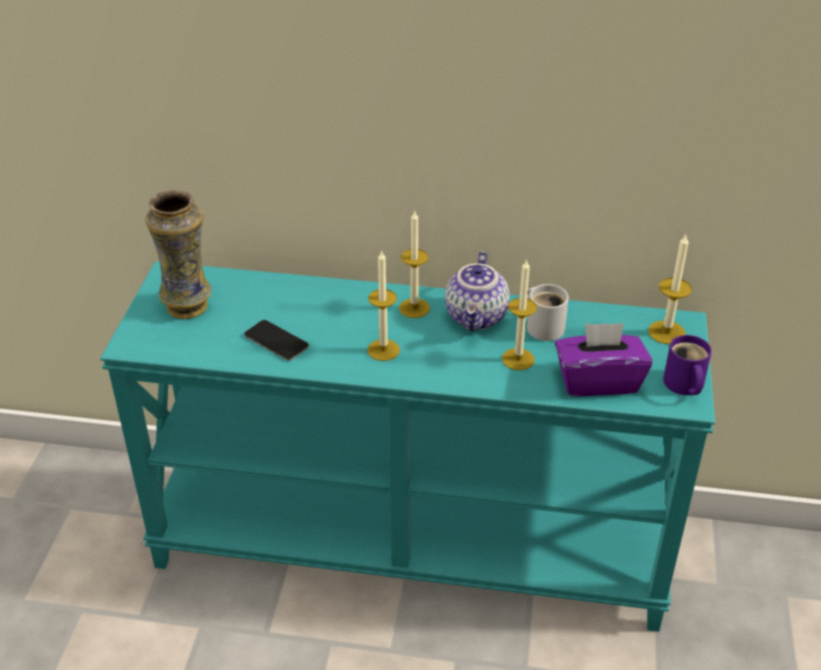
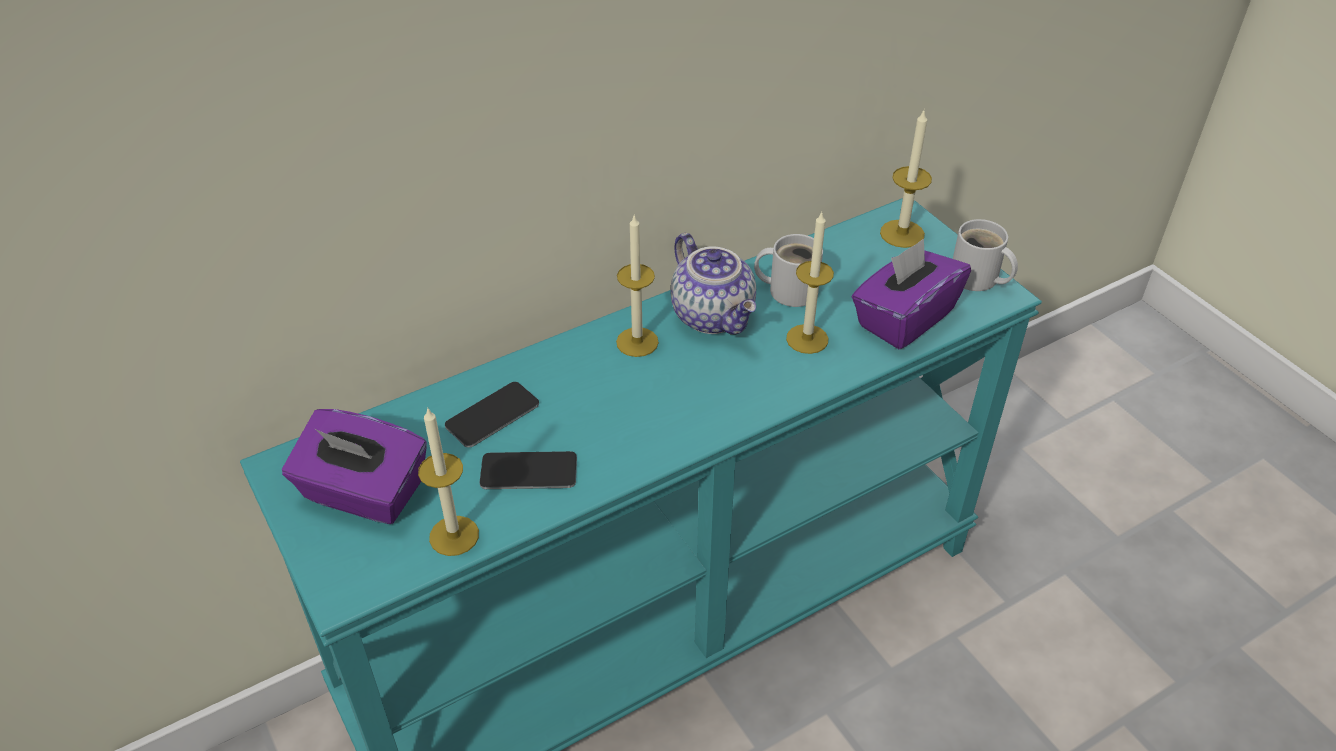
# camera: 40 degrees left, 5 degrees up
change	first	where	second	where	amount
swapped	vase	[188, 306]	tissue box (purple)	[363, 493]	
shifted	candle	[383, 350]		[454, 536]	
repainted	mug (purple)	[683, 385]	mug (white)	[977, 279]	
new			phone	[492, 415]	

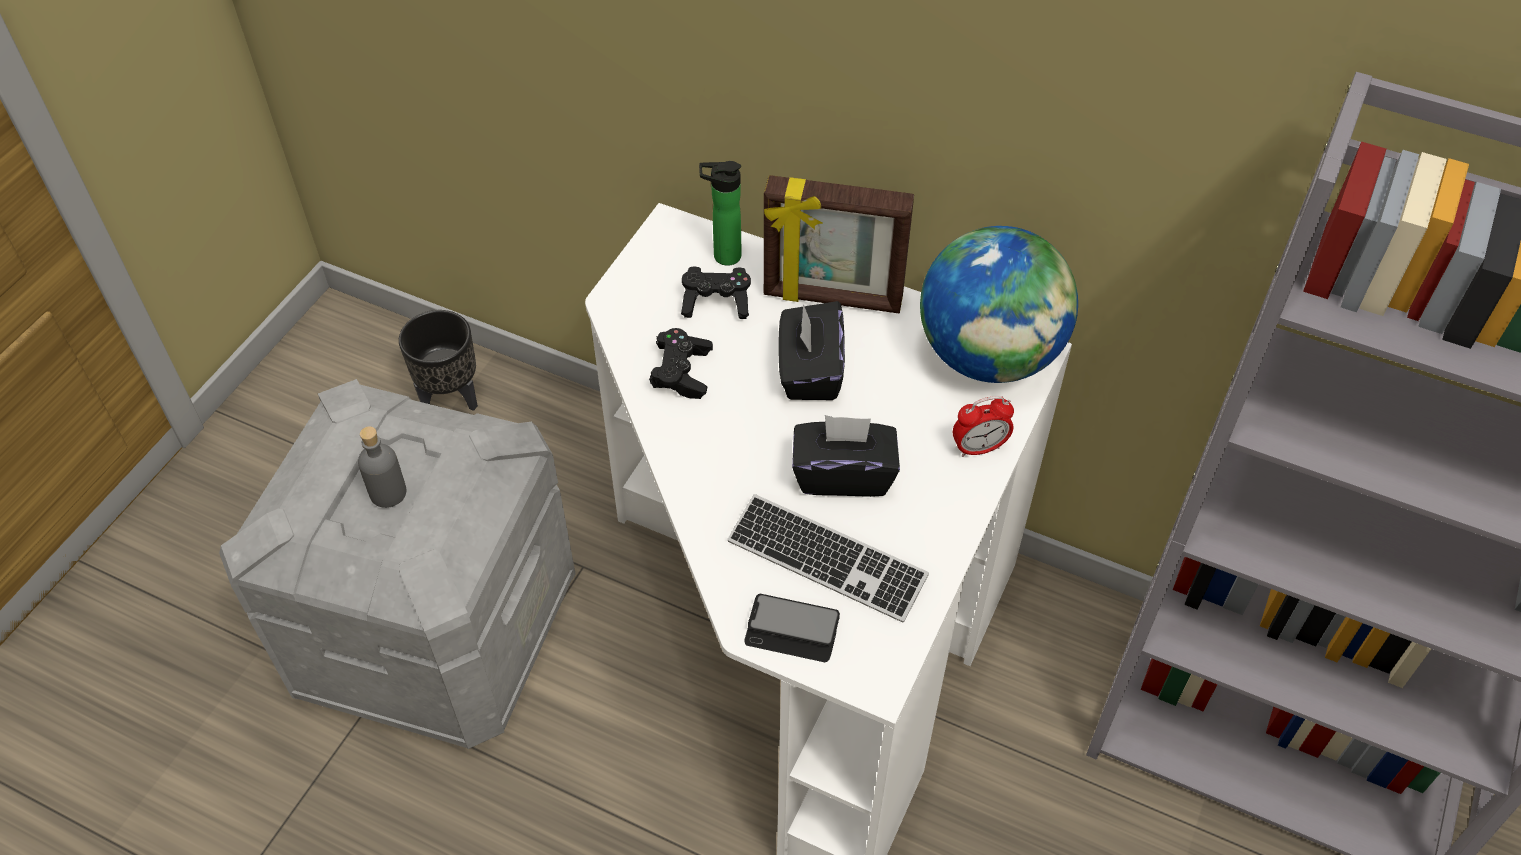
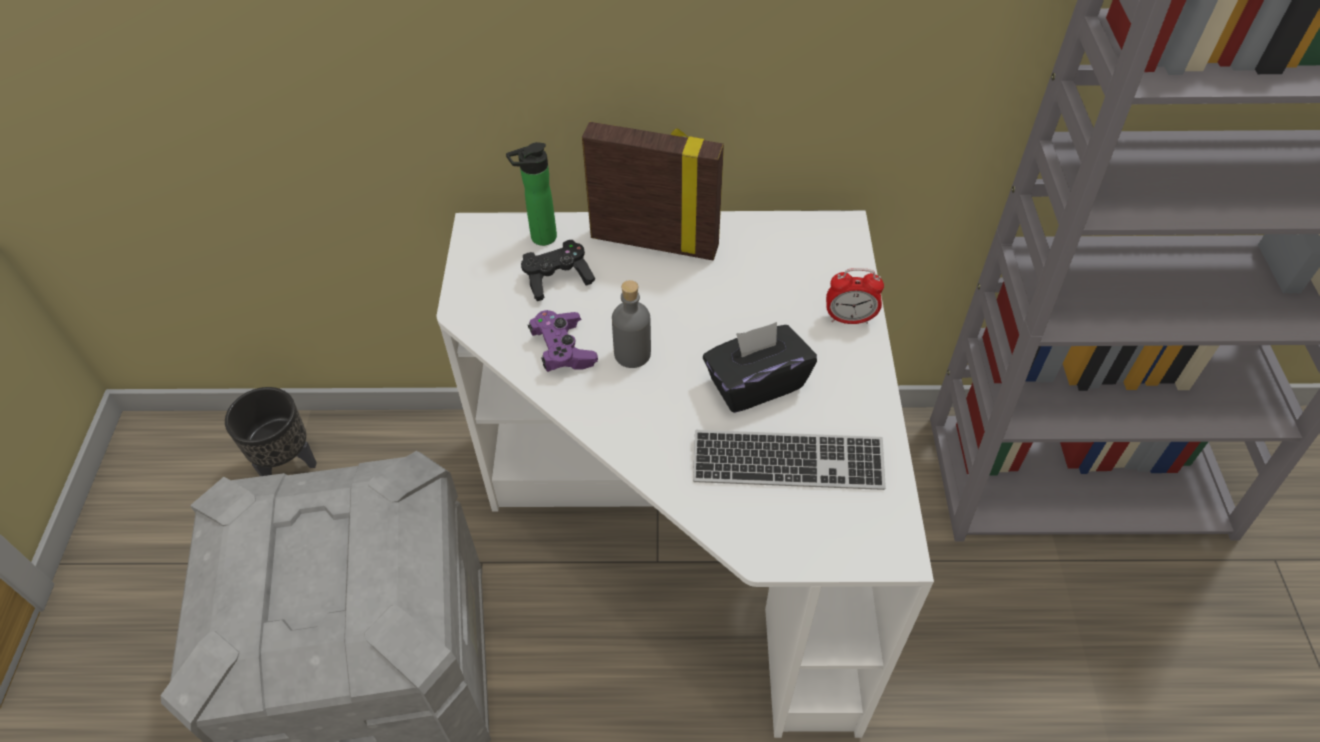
# camera: 25 degrees left, 0 degrees up
change	first	where	second	where	amount
rotated	picture frame	[832, 298]		[655, 241]	150 degrees counterclockwise
gone	globe	[989, 356]			
gone	tissue box (black)	[810, 371]			
repainted	game controller (black)	[682, 373]	game controller (purple)	[563, 350]	
rotated	alarm clock	[979, 448]		[849, 319]	45 degrees clockwise
shifted	bottle (grey)	[388, 493]		[632, 354]	
gone	phone	[792, 629]			

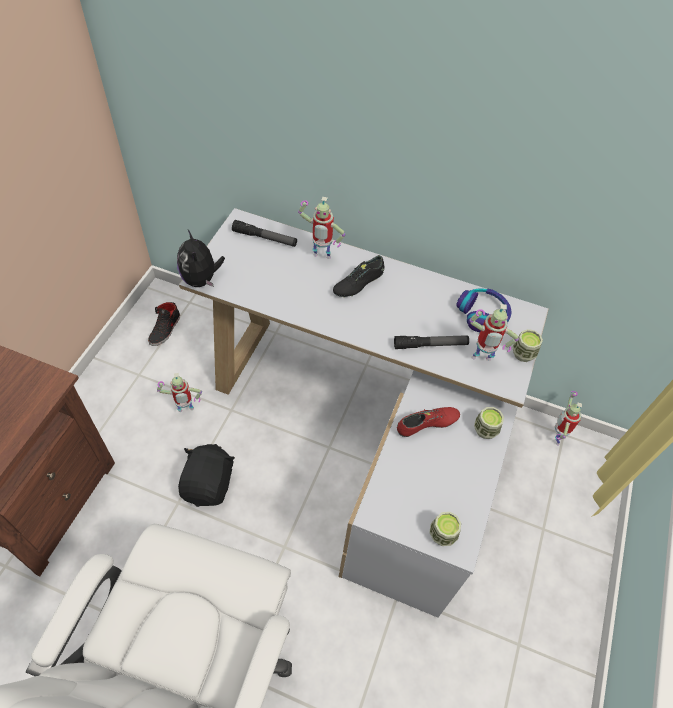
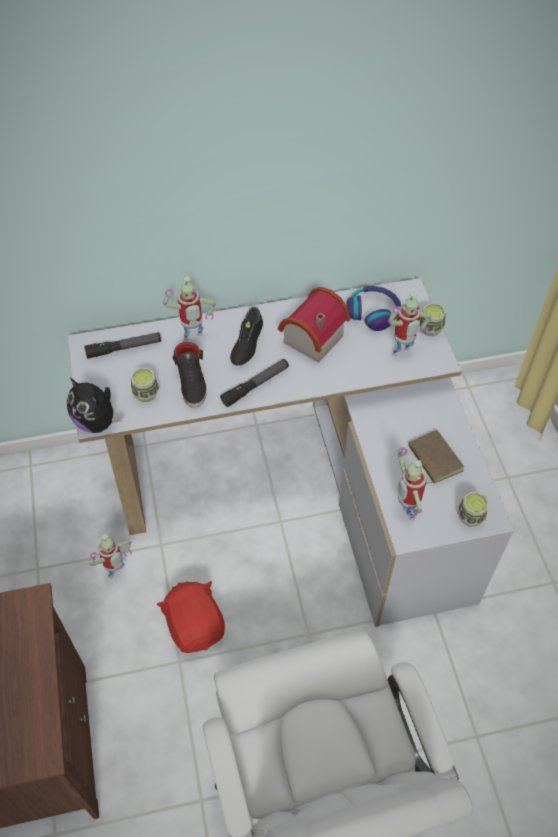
# camera: 30 degrees left, 0 degrees up
change	first	where	second	where	amount
shifted	shoe (black)	[165, 329]		[192, 382]	
shifted	flashlight	[430, 345]		[255, 385]	
shifted	toy robot	[555, 437]		[405, 512]	
gone	shoe (red)	[427, 425]			
shifted	cup	[485, 430]		[146, 393]	
repainted	plush toy (black)	[209, 484]	plush toy (red)	[195, 625]	
new			toy house	[309, 338]	
new			book (brown)	[433, 459]	

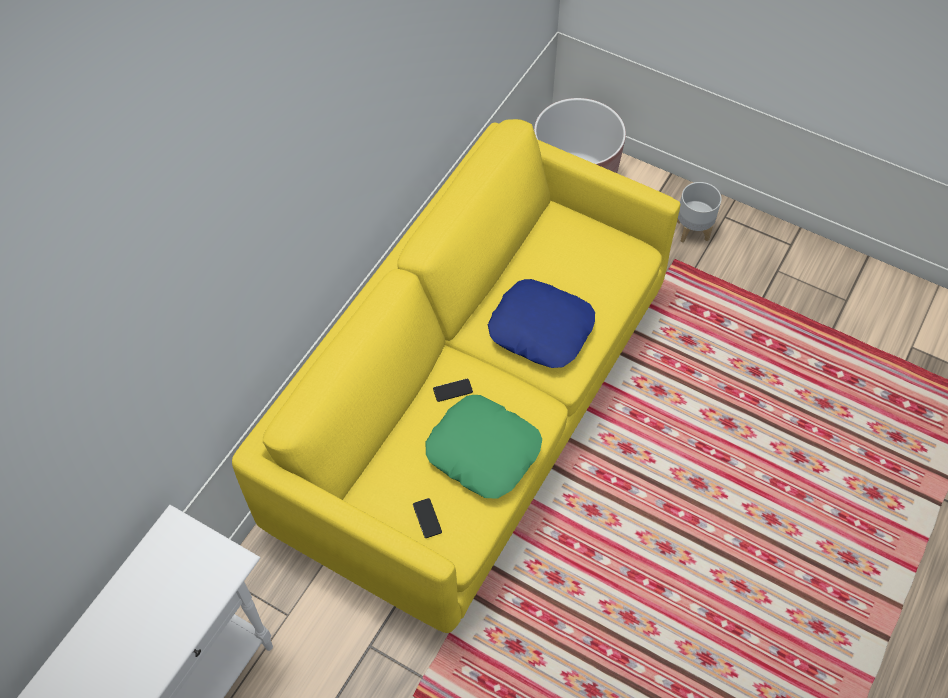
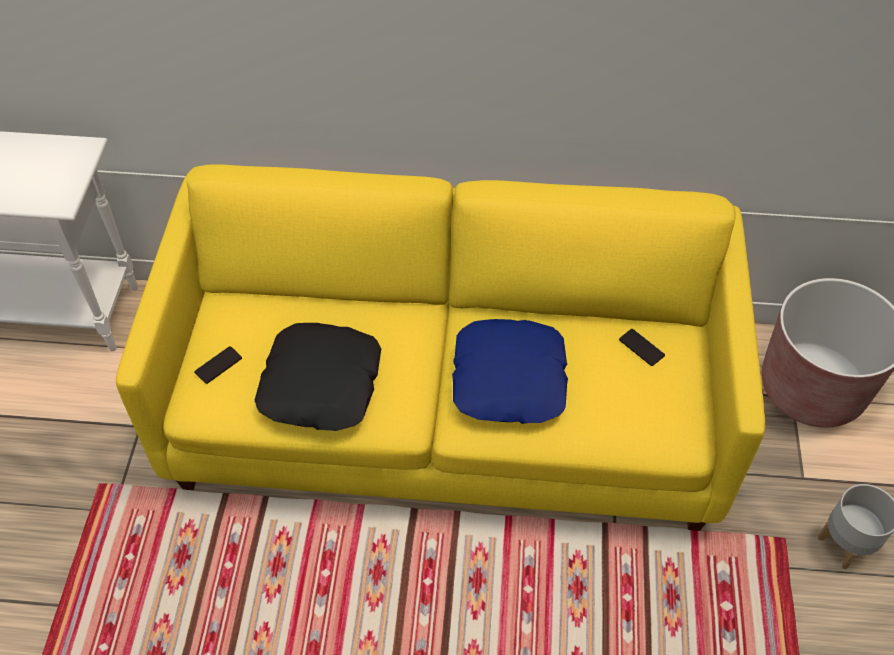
# camera: 65 degrees right, 5 degrees down
change	first	where	second	where	amount
shifted	phone	[453, 390]		[641, 347]	
repainted	pillow (green)	[484, 451]	pillow (black)	[322, 384]	

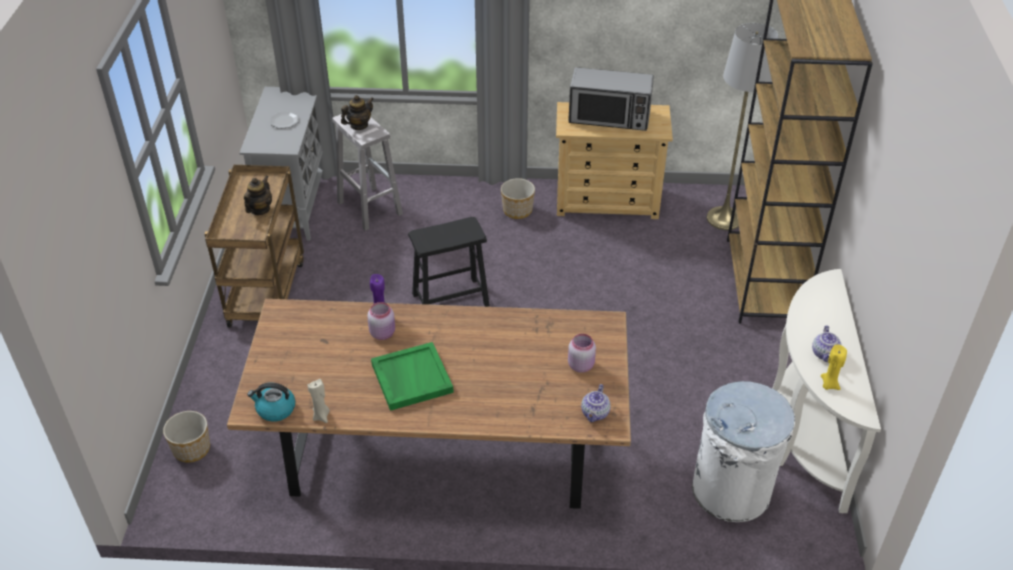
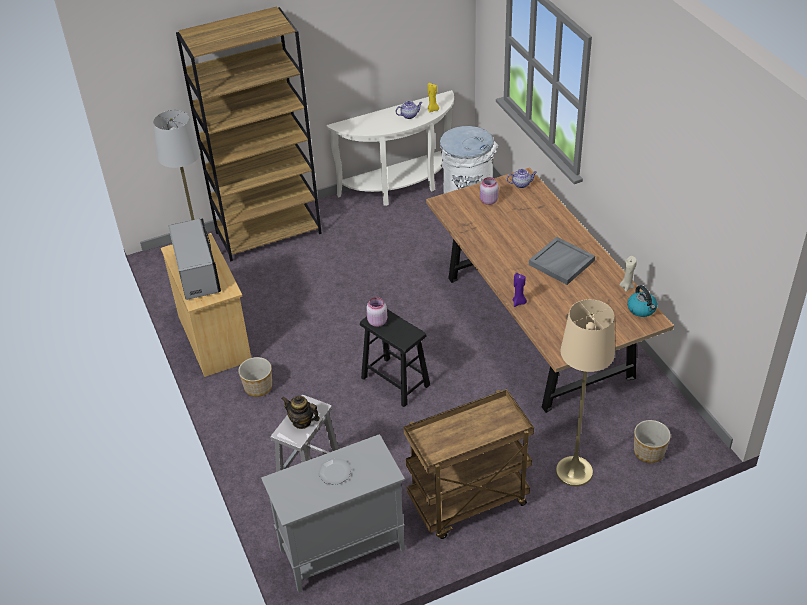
# camera: 115 degrees left, 0 degrees up
change	first	where	second	where	amount
gone	teapot	[260, 209]			
shifted	jar (pink)	[383, 333]		[377, 321]	
repainted	tray (green)	[411, 378]	tray (grey)	[561, 263]	
new			floor lamp (beige)	[574, 471]	

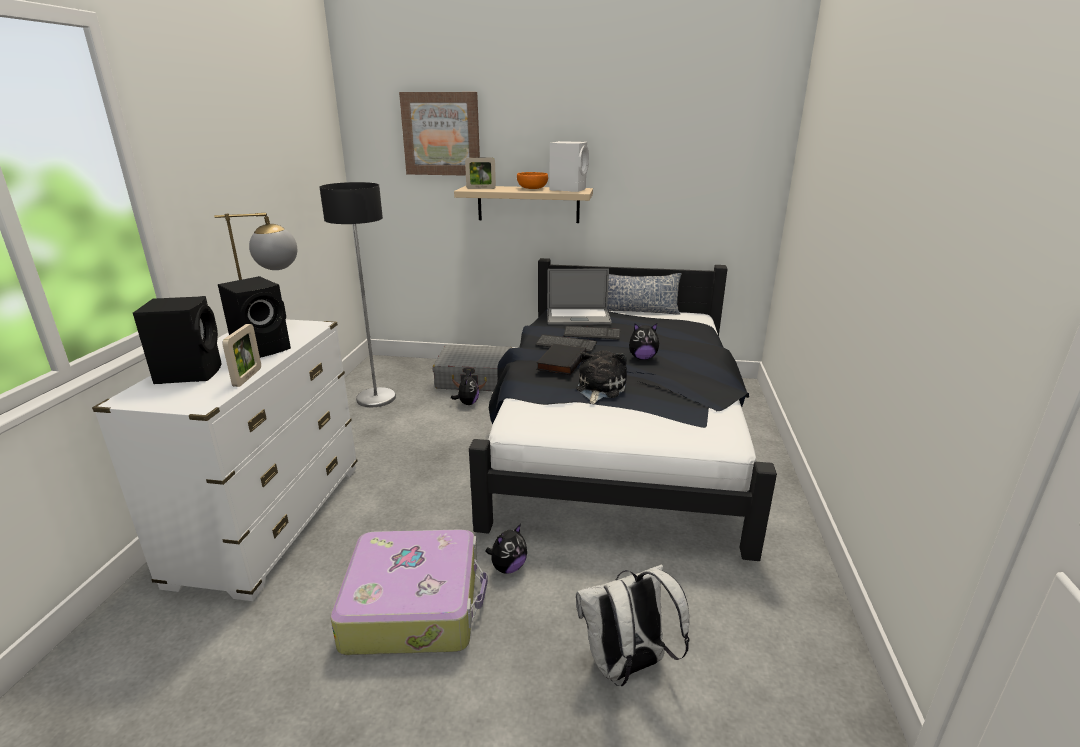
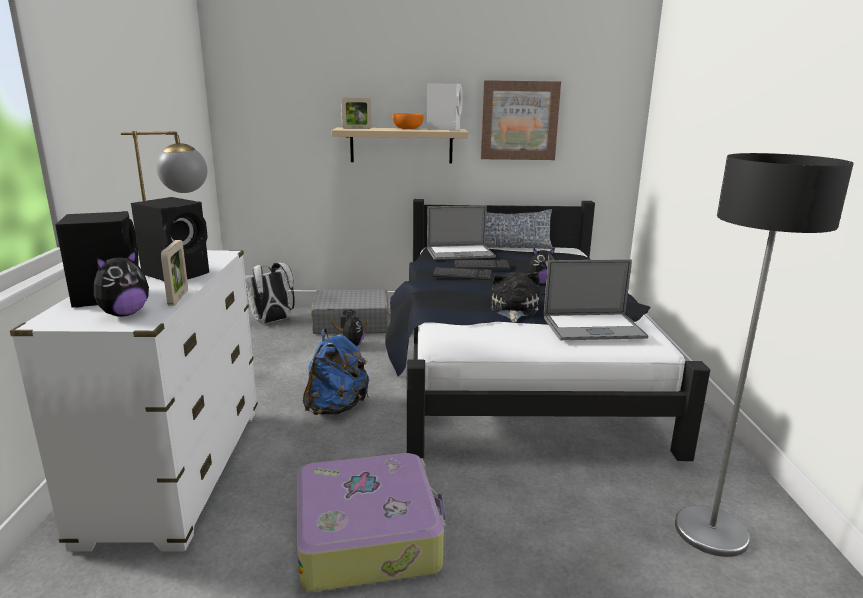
# camera: 10 degrees left, 5 degrees down
change	first	where	second	where	amount
shifted	picture	[441, 134]		[519, 120]	
shifted	floor lamp	[376, 398]		[712, 532]	
gone	book (black)	[560, 362]			
shifted	plush toy	[508, 567]		[124, 314]	
shifted	backpack (white)	[626, 666]		[271, 321]	
new			laptop	[593, 327]	
new			backpack (blue)	[336, 407]	

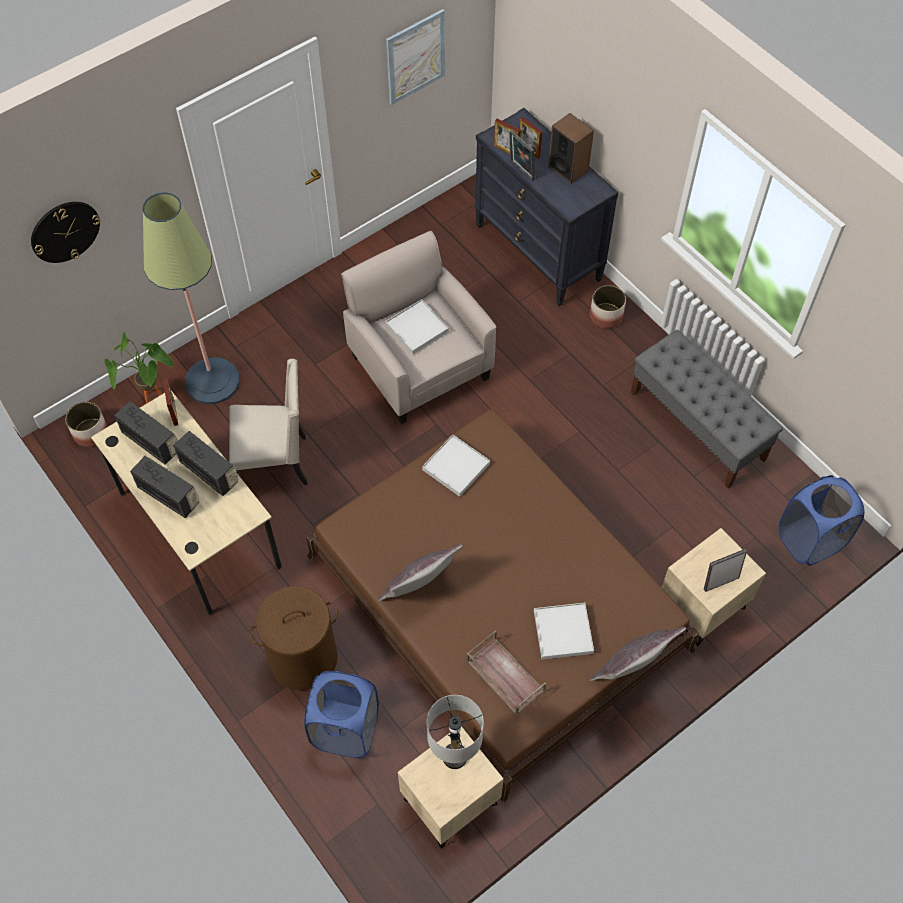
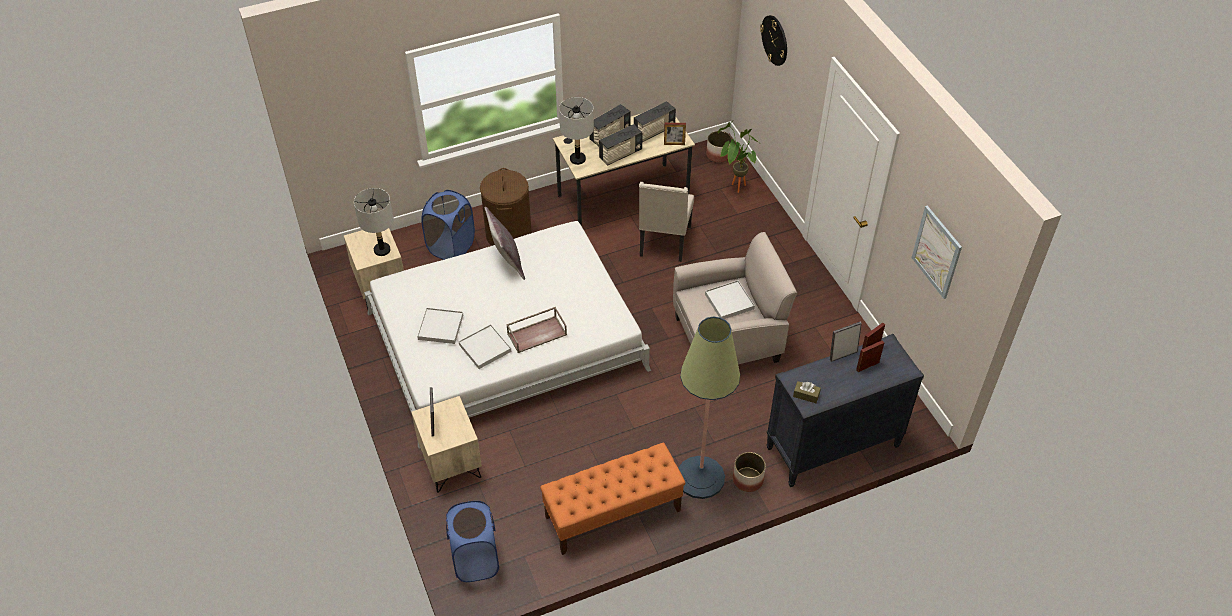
# camera: 105 degrees right, 10 degrees down
change	first	where	second	where	amount
gone	speaker	[568, 168]			
shifted	floor lamp	[212, 381]		[700, 477]	
repainted	bench (grey)	[697, 426]	bench (orange)	[612, 514]	
repainted	bed (brown)	[497, 602]	bed (white)	[506, 341]	
shifted	tray (white)	[456, 467]		[485, 348]	
gone	pillow (grey)	[631, 669]			
shifted	tray (brown)	[504, 676]		[537, 333]	
new			table lamp (grey)	[577, 159]	
new			tissue box (brown)	[806, 395]	

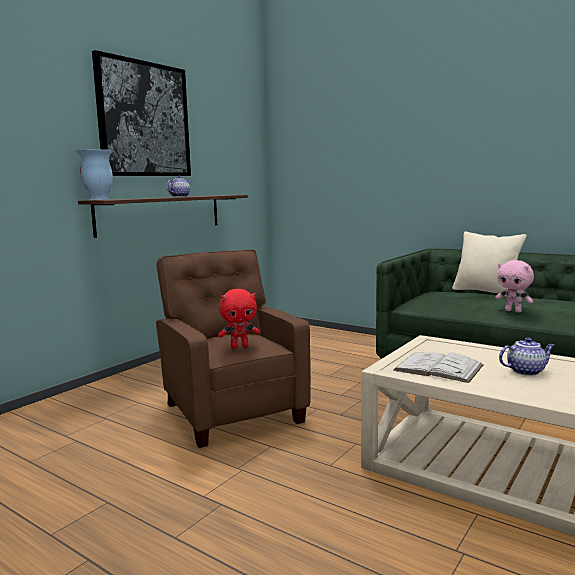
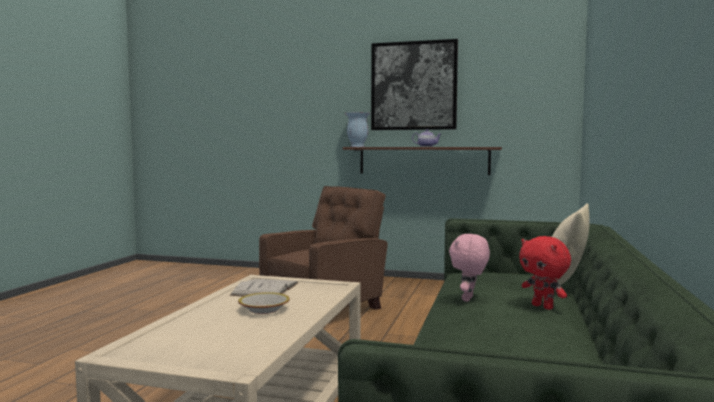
# camera: 70 degrees right, 5 degrees down
change	first	where	second	where	amount
shifted	plush toy (red)	[239, 347]		[543, 307]	
swapped	teapot	[526, 371]	bowl	[264, 309]	

